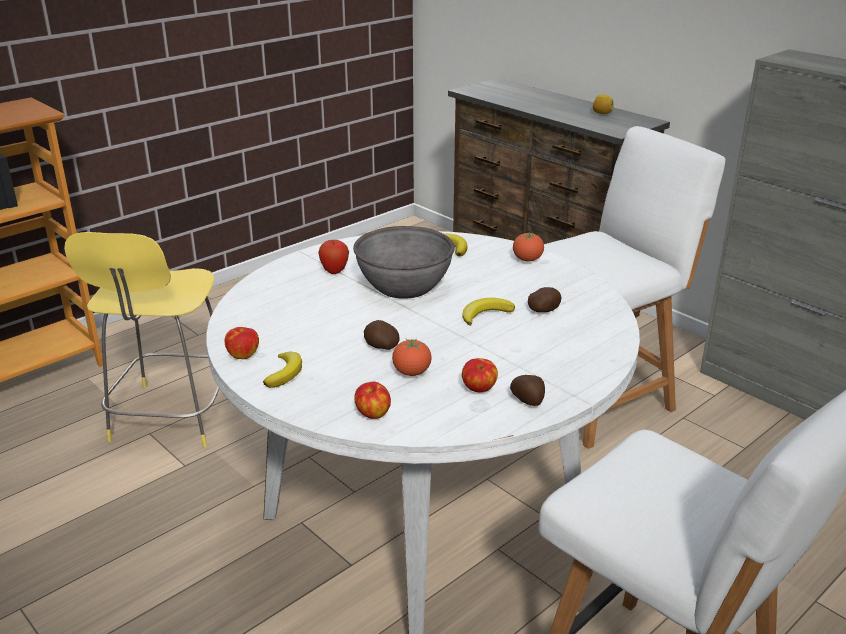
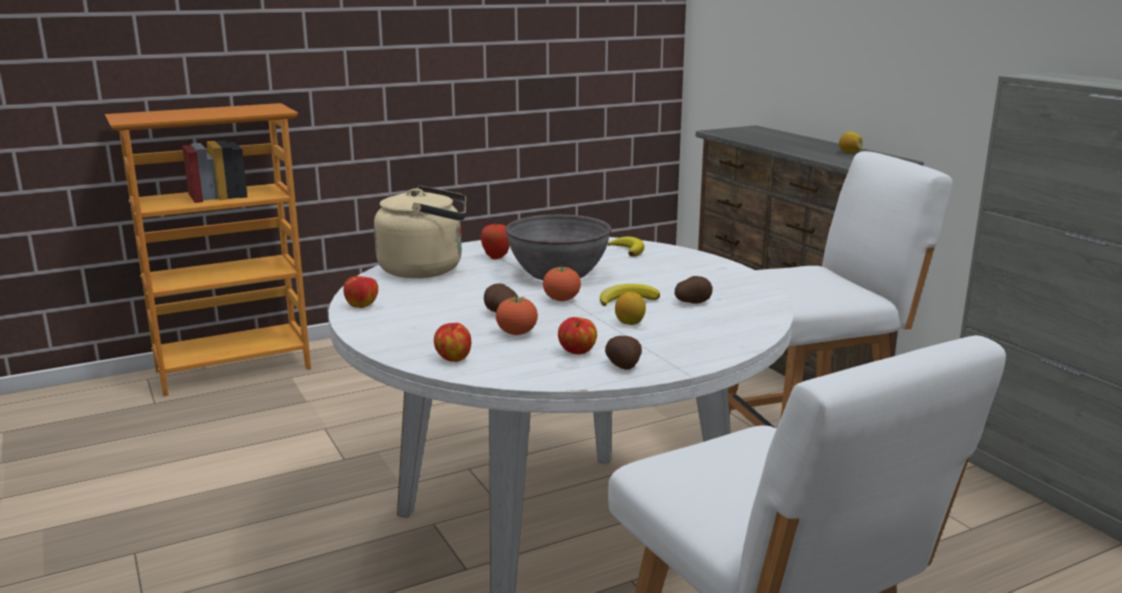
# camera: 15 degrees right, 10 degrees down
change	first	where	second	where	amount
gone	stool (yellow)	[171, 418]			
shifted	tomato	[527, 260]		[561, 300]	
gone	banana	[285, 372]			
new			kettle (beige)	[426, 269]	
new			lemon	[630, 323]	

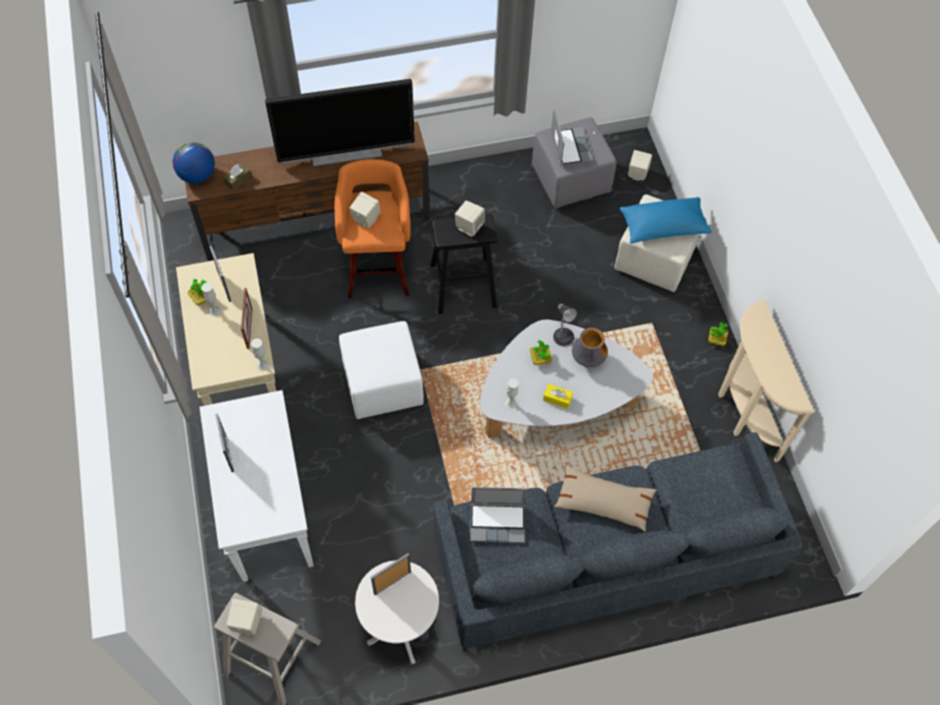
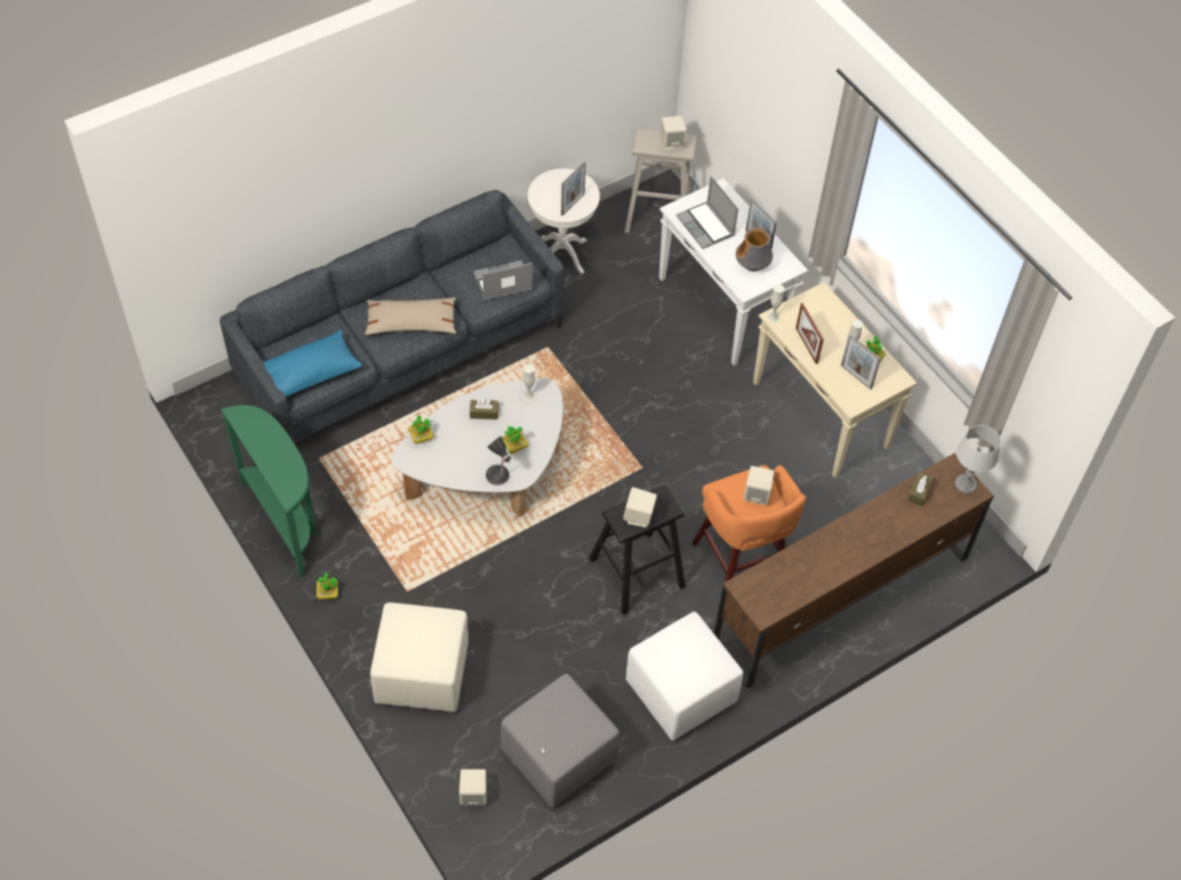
# camera: 160 degrees right, 5 degrees down
change	first	where	second	where	amount
gone	television	[346, 152]			
shifted	laptop	[570, 147]		[706, 226]	
swapped	globe	[197, 175]	table lamp (grey)	[965, 484]	
shifted	pillow (blue)	[663, 227]		[309, 374]	
repainted	console table (beige)	[743, 412]	console table (green)	[286, 521]	
shifted	ottoman (white)	[382, 383]		[682, 692]	
shifted	vase	[587, 359]		[752, 267]	
repainted	tissue box (yellow)	[557, 398]	tissue box (brown)	[484, 413]	
new			potted plant	[421, 437]	

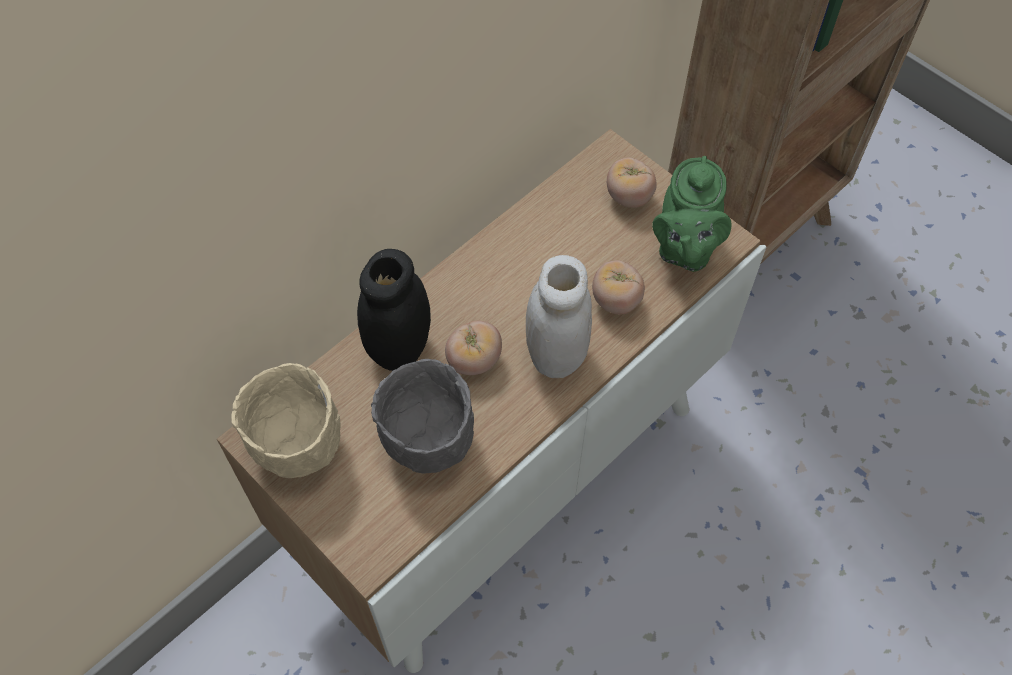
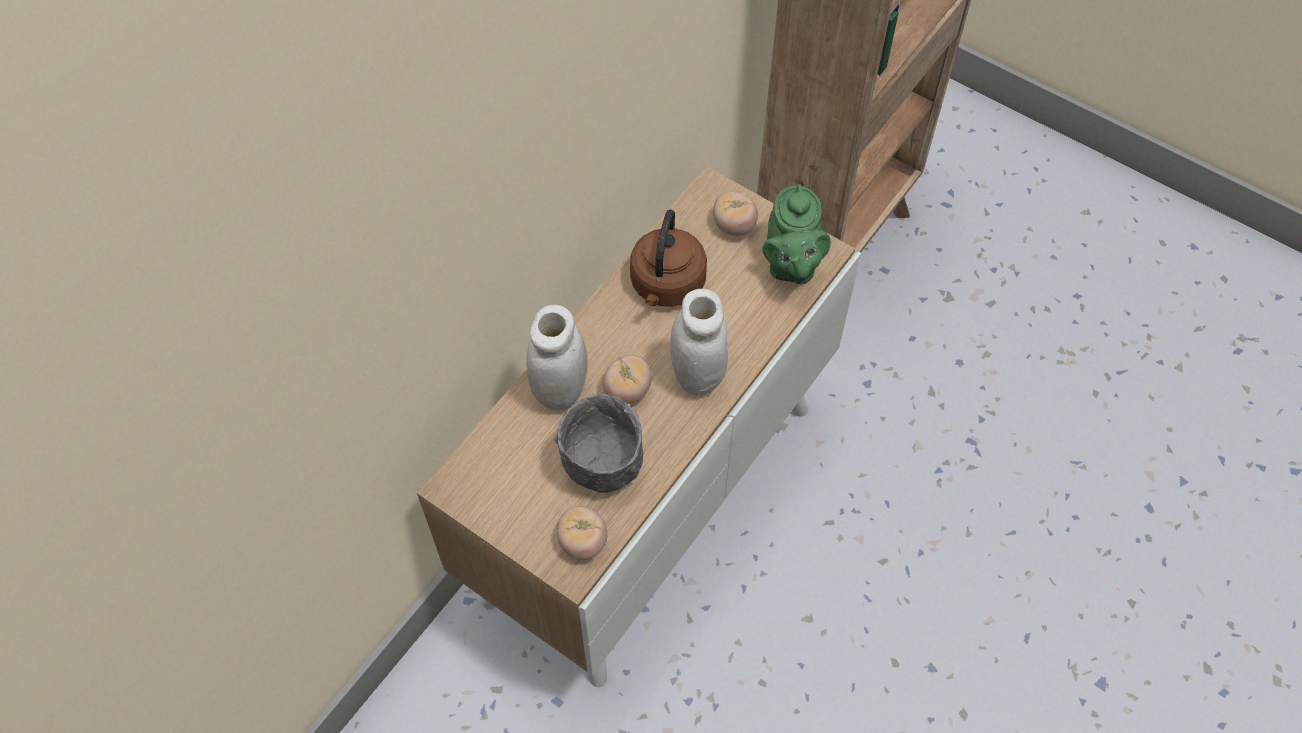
# camera: 10 degrees left, 0 degrees up
change	first	where	second	where	amount
repainted	jar (black)	[399, 348]	jar (white)	[560, 390]	
shifted	tomato	[616, 300]		[583, 542]	
gone	bowl (beige)	[299, 444]			
new			kettle (brown)	[666, 286]	

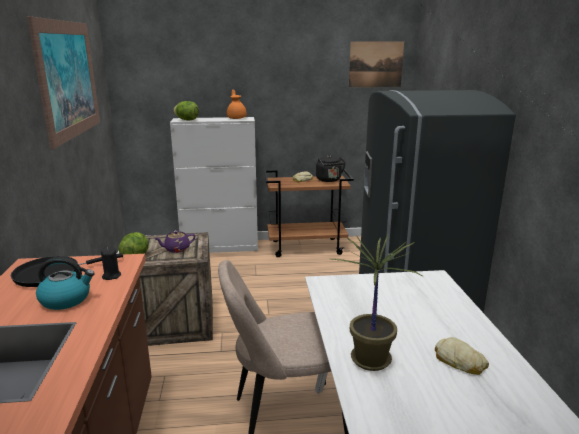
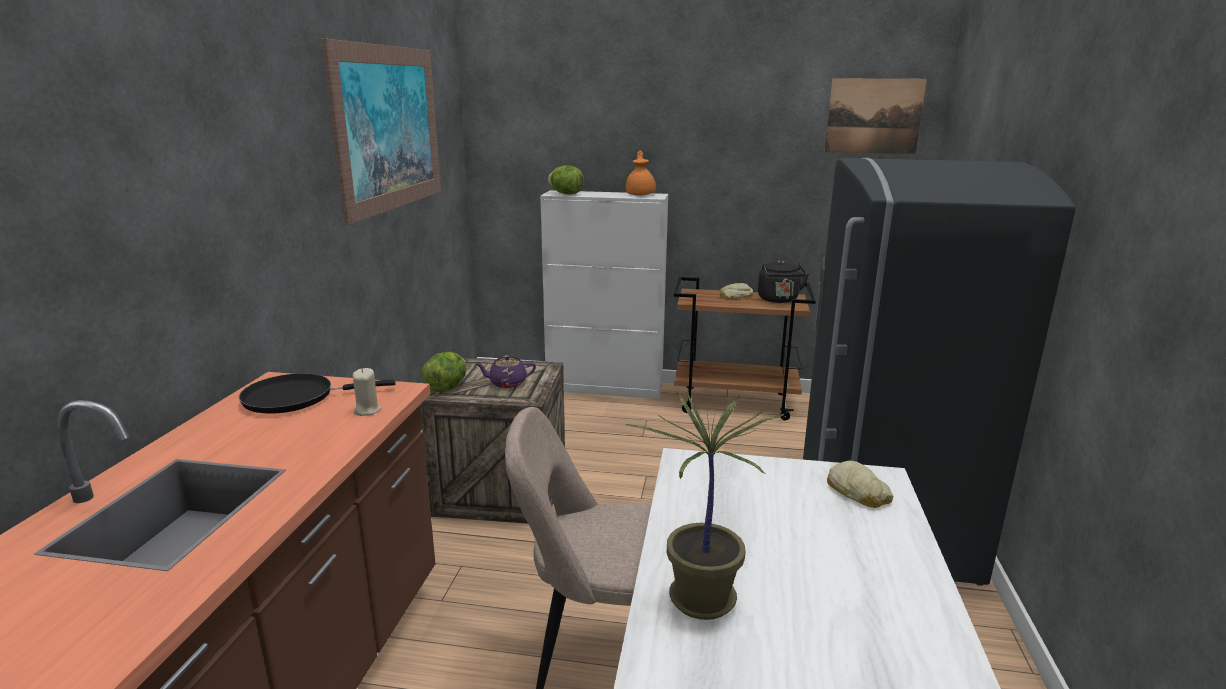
# camera: 15 degrees right, 0 degrees up
change	first	where	second	where	amount
repainted	candle (black)	[111, 276]	candle (beige)	[367, 410]	
gone	kettle	[66, 299]			
shifted	bread	[459, 362]		[857, 492]	

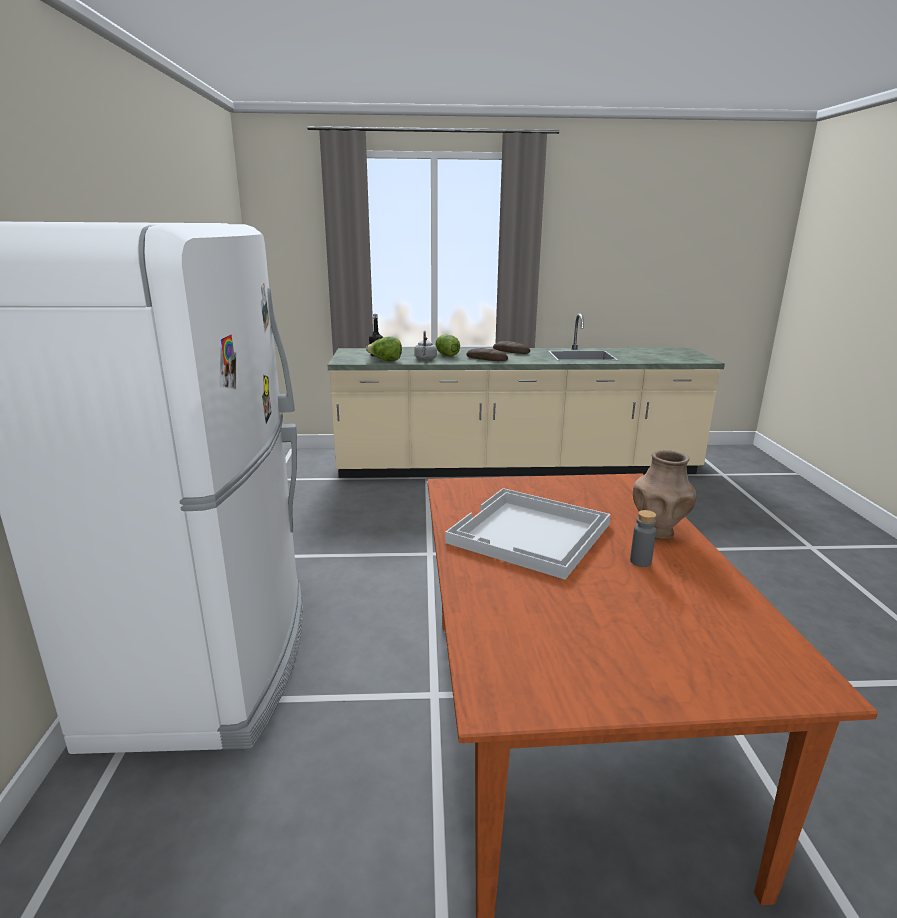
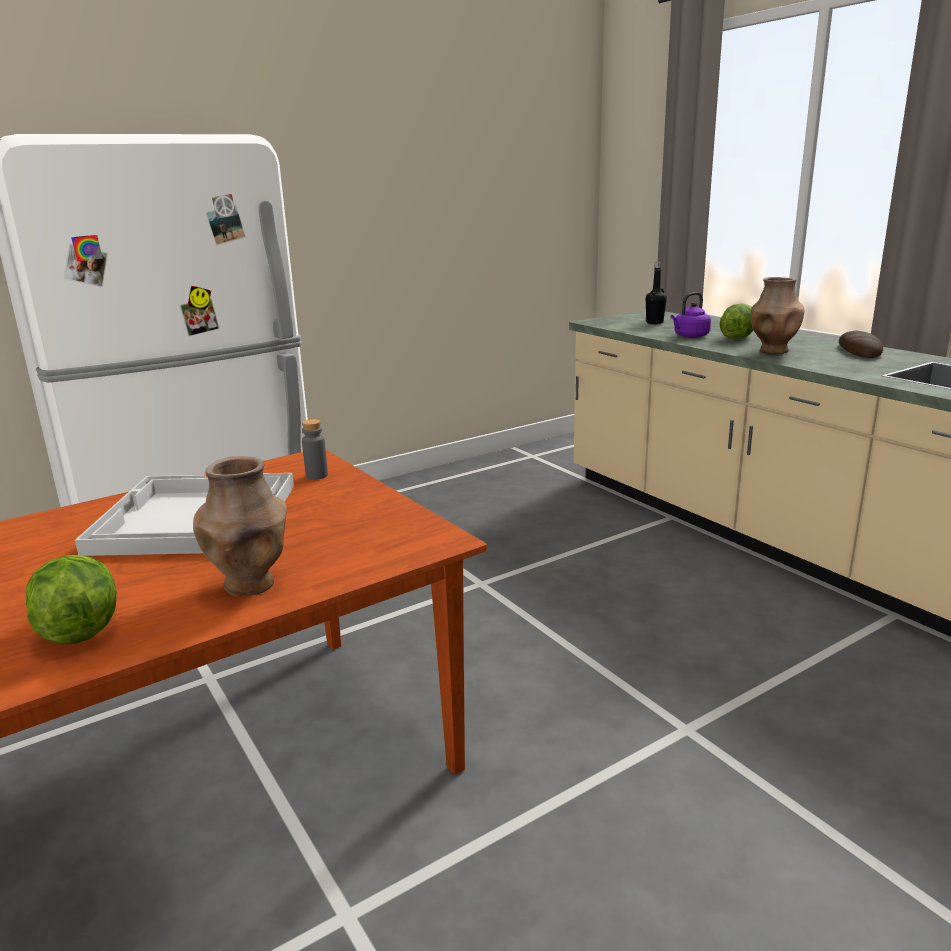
# camera: 60 degrees right, 0 degrees up
change	first	where	second	where	amount
repainted	kettle (grey)	[425, 359]	kettle (purple)	[690, 336]	
shifted	lettuce	[385, 361]		[80, 628]	
swapped	bread	[486, 358]	vase (brown)	[773, 351]	
shifted	bottle (grey)	[640, 561]		[317, 475]	

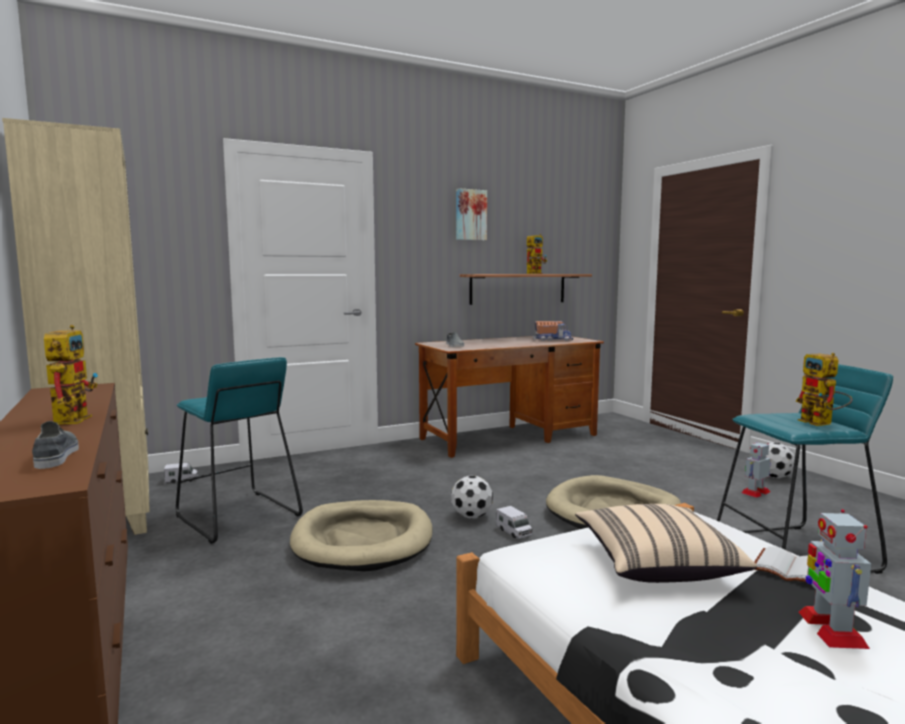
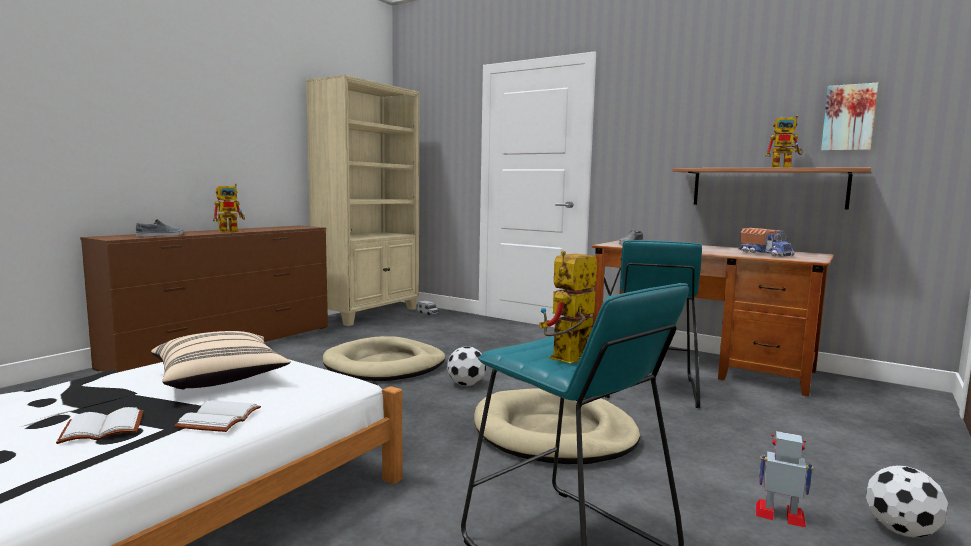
# camera: 60 degrees right, 0 degrees up
change	first	where	second	where	amount
shifted	picture	[470, 215]		[849, 118]	
shifted	stool (turquoise)	[237, 516]		[650, 388]	
gone	toy truck	[514, 532]			
swapped	toy robot	[831, 629]	book (white)	[101, 429]	

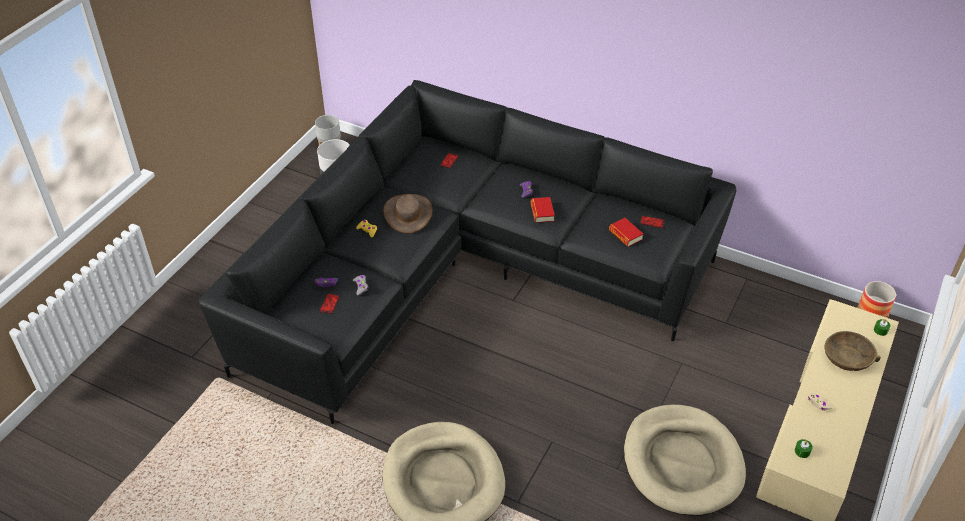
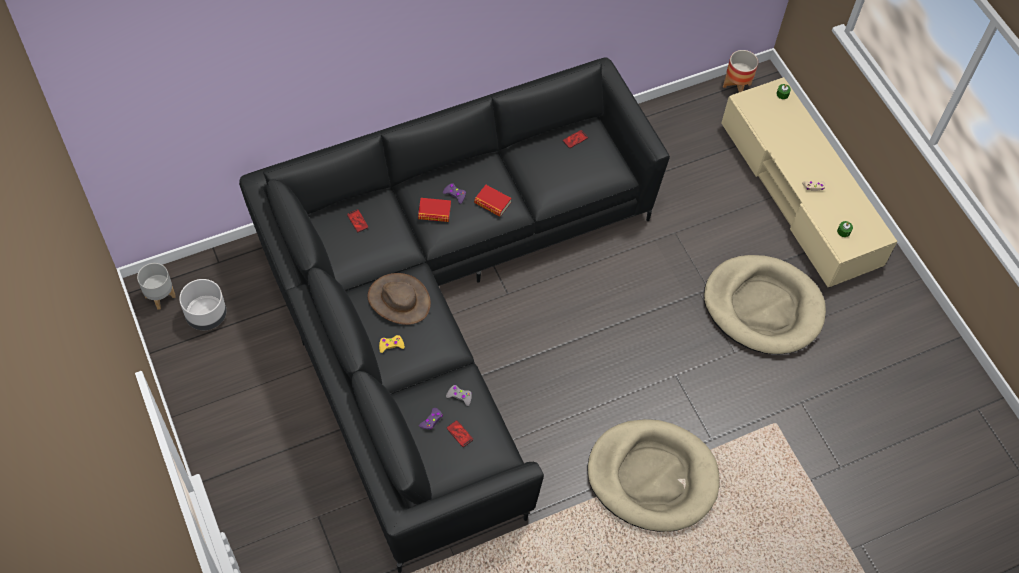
# camera: 55 degrees left, 15 degrees up
change	first	where	second	where	amount
shifted	book	[625, 235]		[434, 212]	
gone	bowl (brown)	[848, 357]			

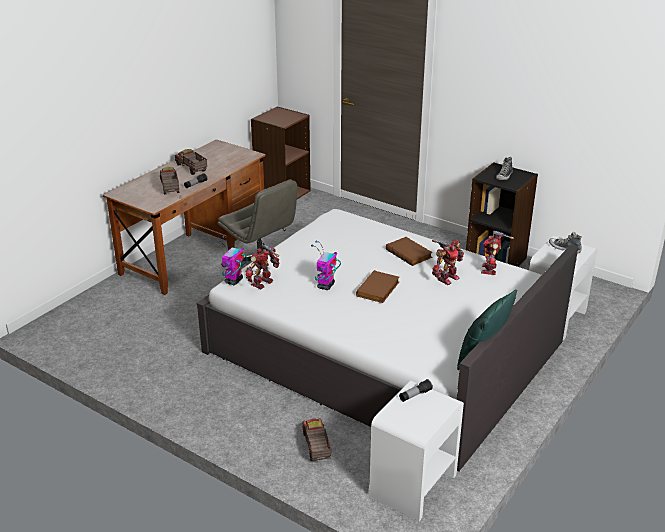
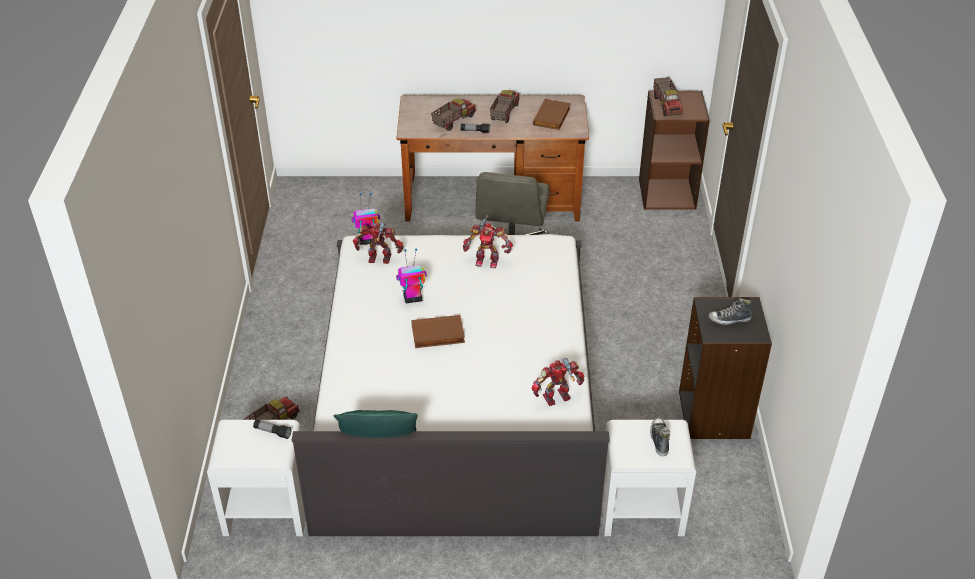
# camera: 55 degrees right, 10 degrees up
change	first	where	second	where	amount
shifted	book (brown)	[409, 253]		[552, 117]	
shifted	toy robot	[446, 278]		[487, 260]	
new			toy truck	[667, 105]	

